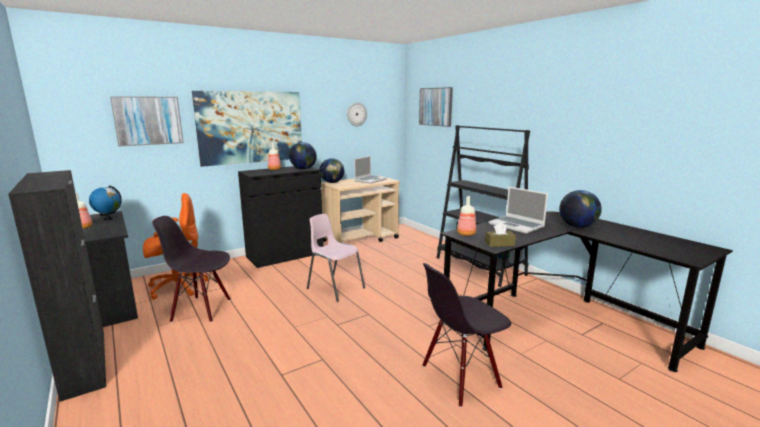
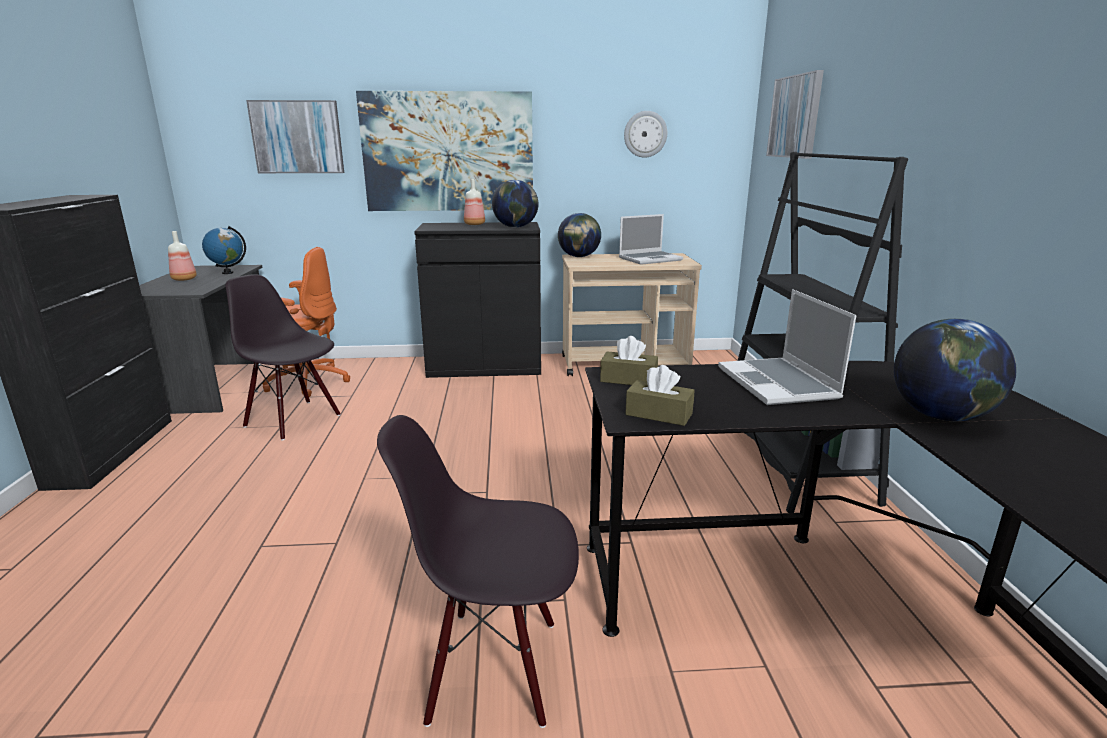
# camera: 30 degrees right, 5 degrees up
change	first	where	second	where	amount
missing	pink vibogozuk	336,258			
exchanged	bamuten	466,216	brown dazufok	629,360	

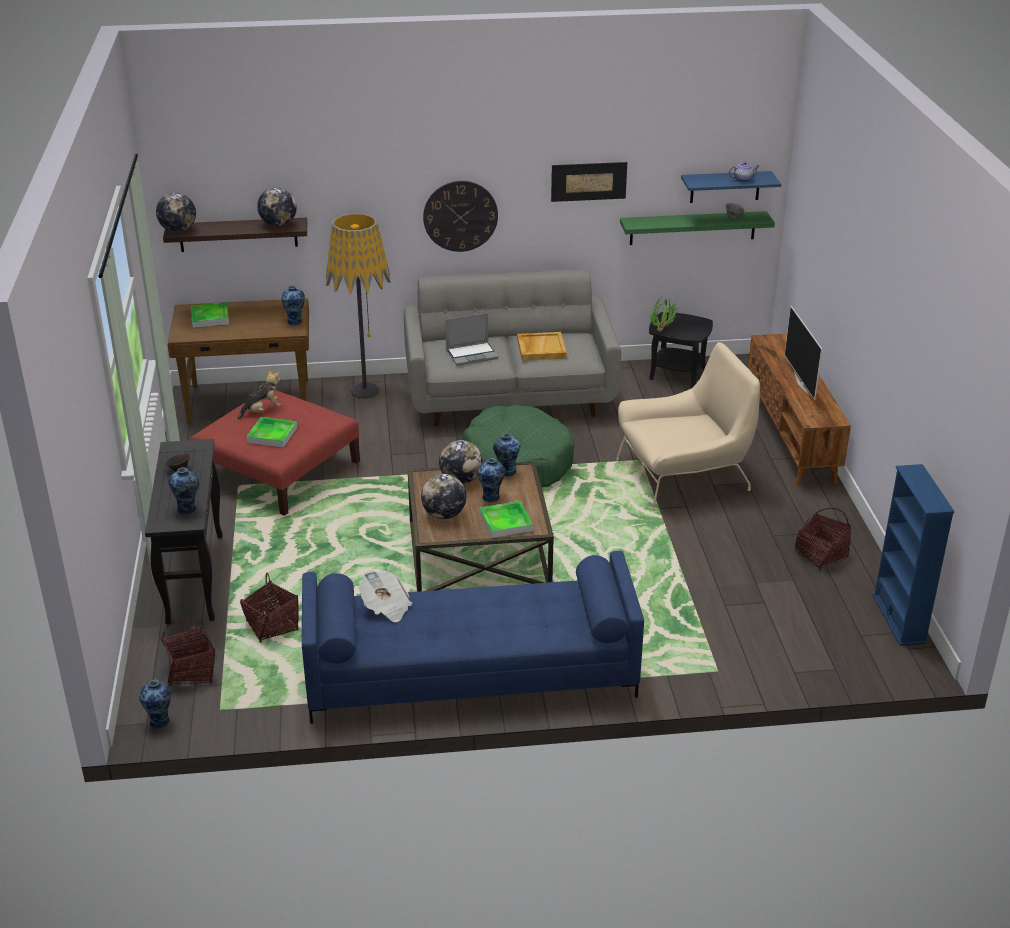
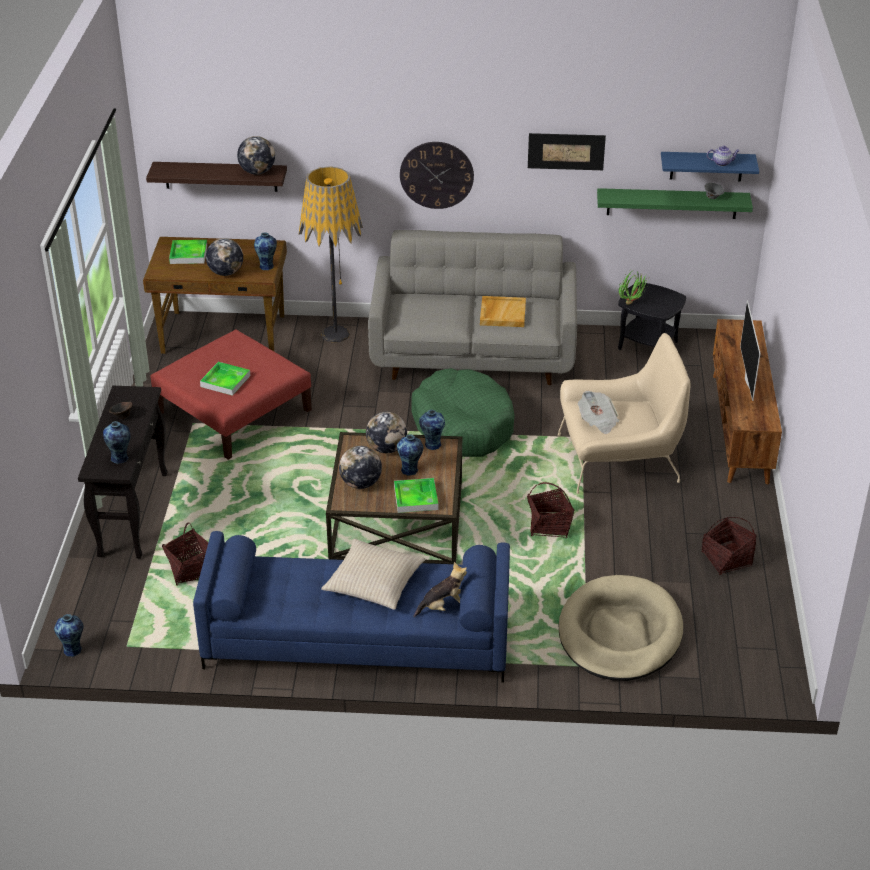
# camera: 10 degrees right, 5 degrees up
change	first	where	second	where	amount
relocated	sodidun	176,212		224,257	
relocated	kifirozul	188,653		550,510	
relocated	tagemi	259,395		440,589	
relocated	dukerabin	385,596		599,412	
missing	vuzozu	472,339			
missing	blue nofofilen	913,555			
appeared			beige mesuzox	373,574	
appeared			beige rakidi	621,628	

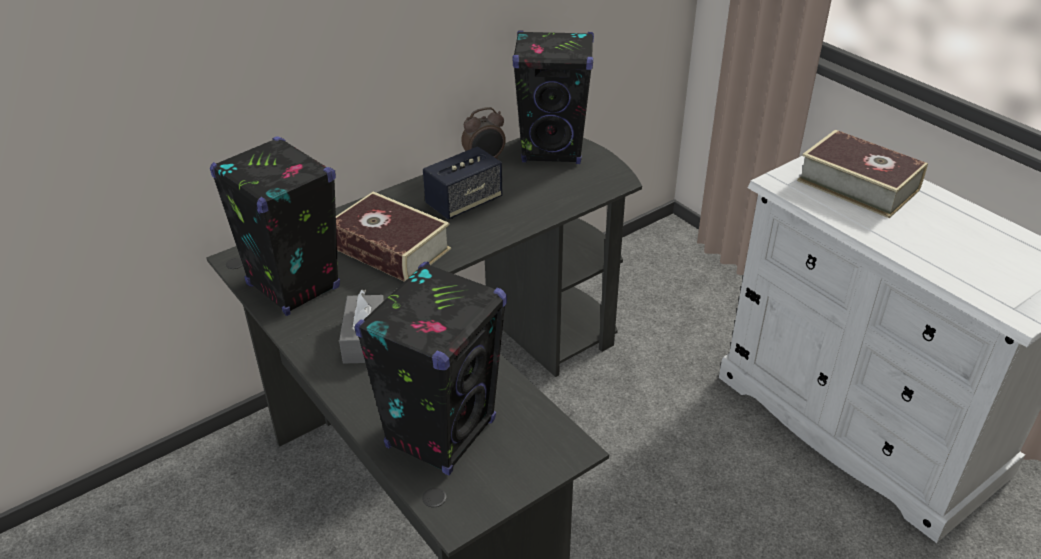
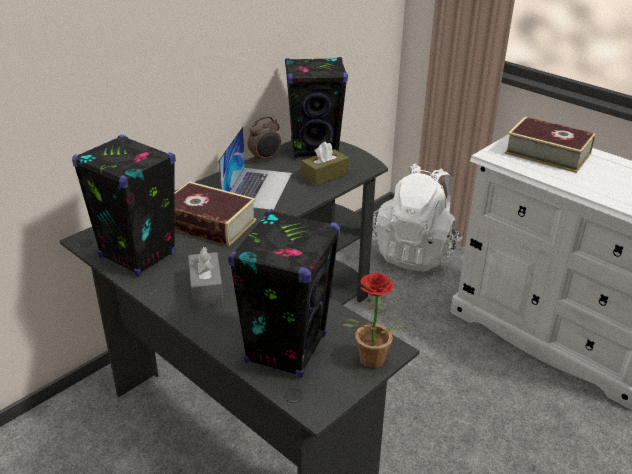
# camera: 10 degrees left, 5 degrees down
change	first	where	second	where	amount
exchanged	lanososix	462,183	vuzozu	255,168	
appeared			brown dazufok	325,163	
appeared			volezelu	378,321	
appeared			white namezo	417,217	

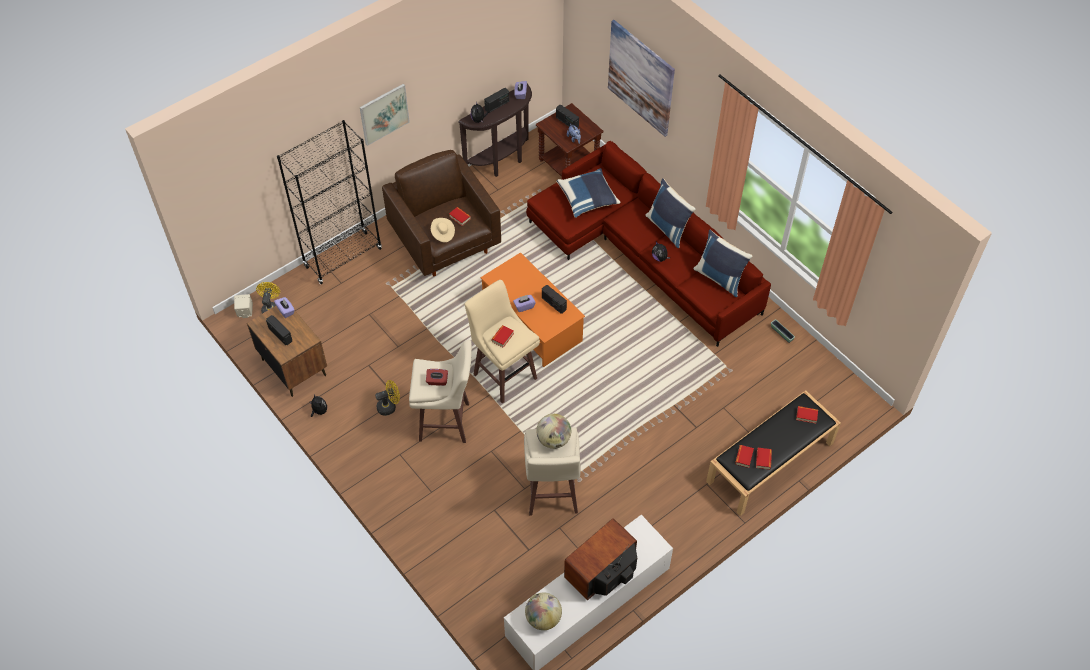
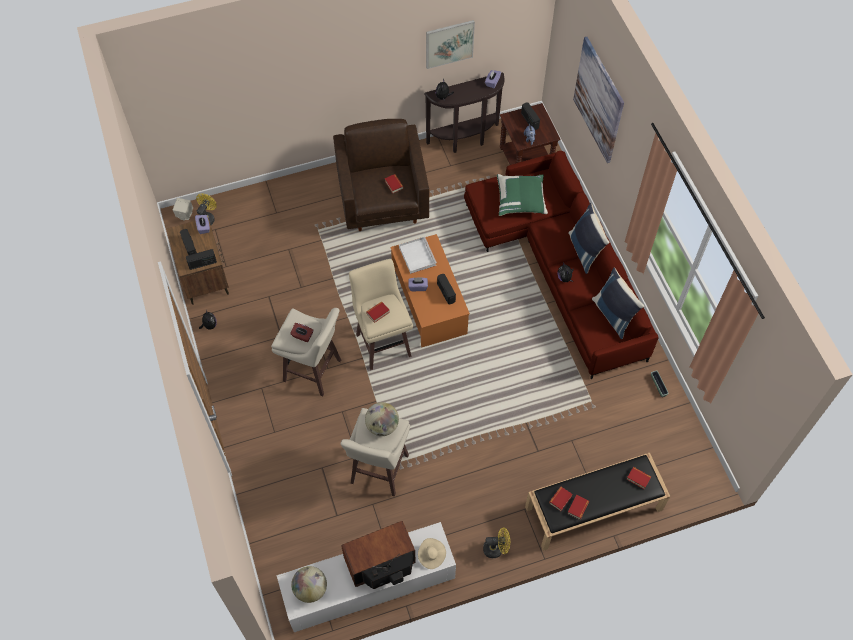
# camera: 20 degrees right, 5 degrees up
change	first	where	second	where	amount
missing	black nofofilen	329,202			
relocated	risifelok	385,115		450,44	
relocated	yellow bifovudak	387,398		496,542	
relocated	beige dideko	443,230		432,553	
relocated	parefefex	496,100		201,259	
colour	blue mesuzox	588,193	green mesuzox	522,195	
appeared			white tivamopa	418,255	

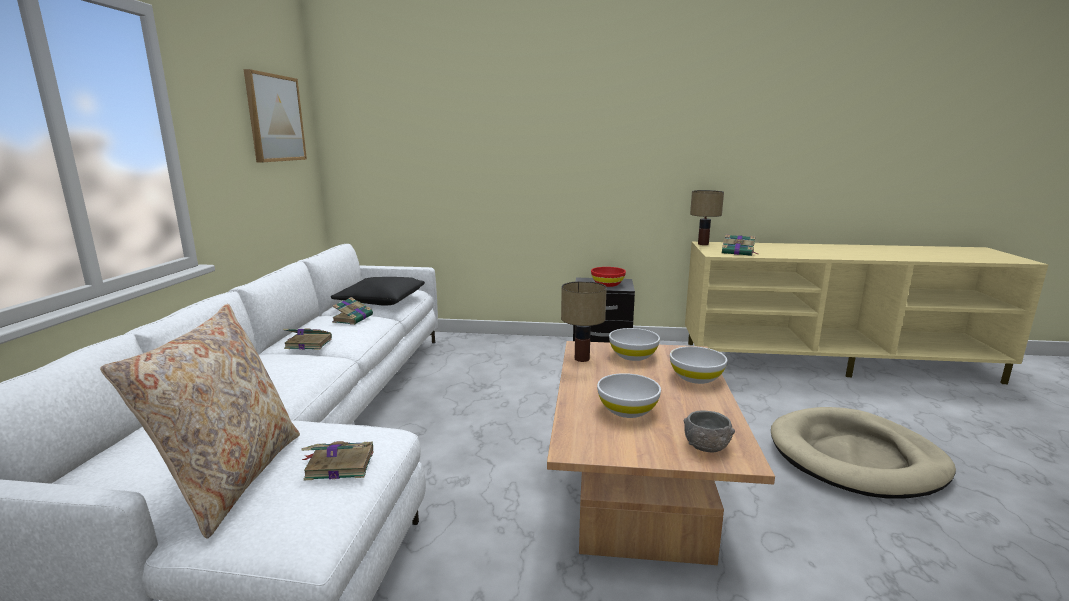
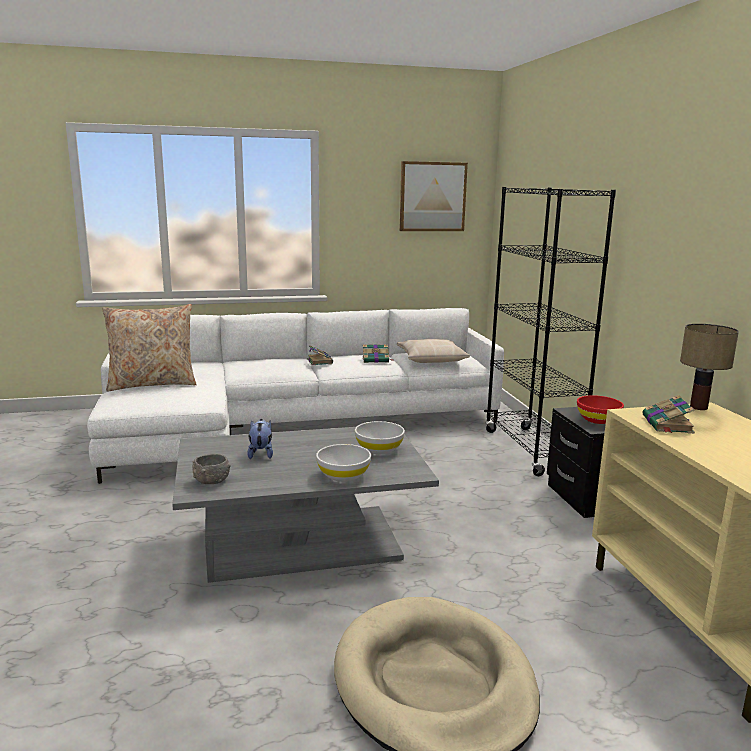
# camera: 70 degrees right, 0 degrees up
change	first	where	second	where	amount
missing	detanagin	337,460			
colour	black mesuzox	378,291	beige mesuzox	433,351	
colour	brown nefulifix	661,453	grey nefulifix	305,505	
missing	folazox	584,321			
exchanged	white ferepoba	629,395	tagemi	260,439	
appeared			black nofofilen	550,331	

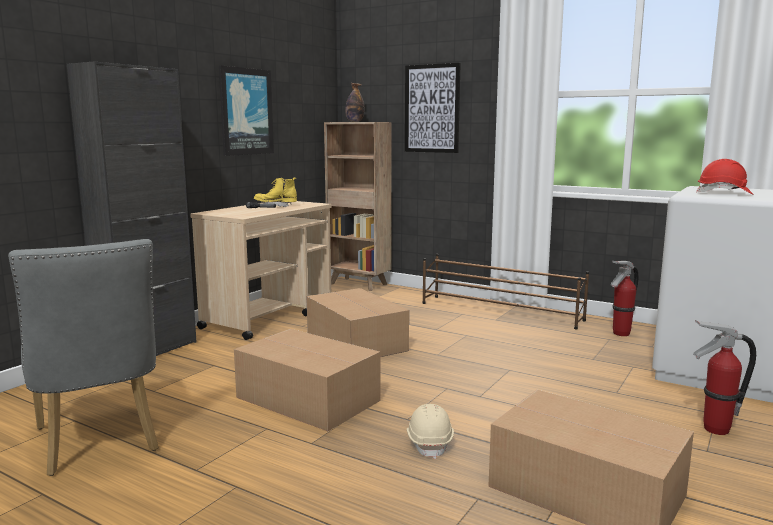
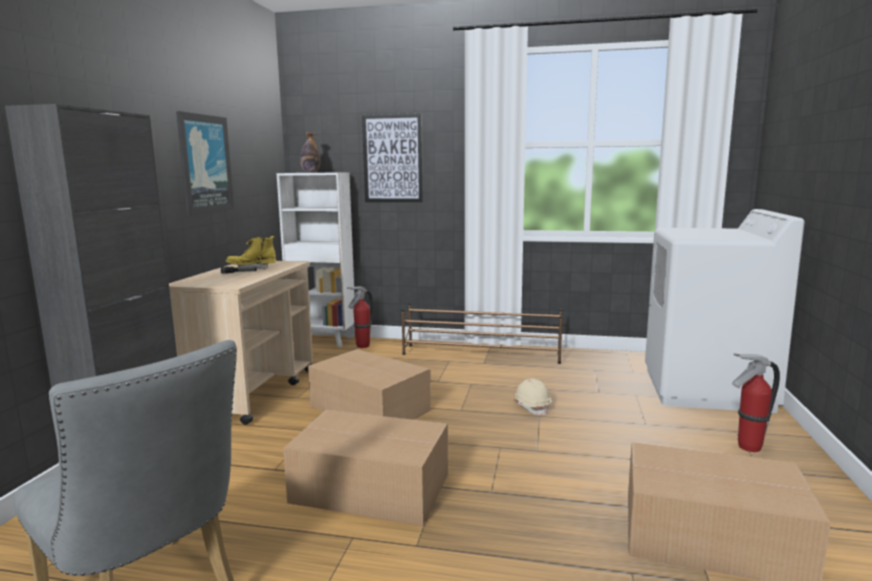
# camera: 20 degrees left, 0 degrees up
change	first	where	second	where	amount
colour	brown nofofilen	358,206	white nofofilen	316,259	
relocated	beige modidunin	430,431		532,397	
relocated	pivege	624,298		360,317	
missing	red modidunin	725,177			

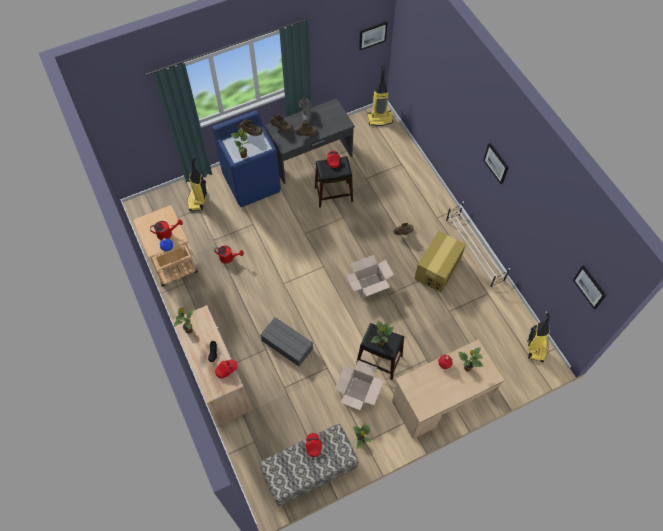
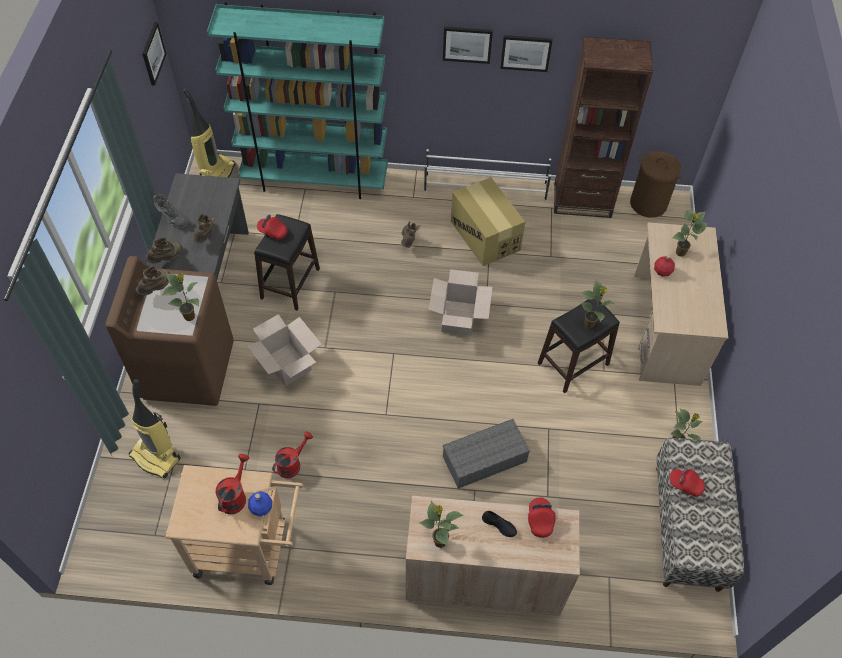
# camera: 60 degrees left, 5 degrees down
change	first	where	second	where	amount
colour	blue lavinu	246,158	brown lavinu	169,331	
relocated	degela	359,385		284,350	
exchanged	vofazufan	538,336	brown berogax	656,184	
relocated	risifelok	589,287		526,53	
appeared			turquoise nofofilen	297,100	
appeared			brown nofofilen	603,127	

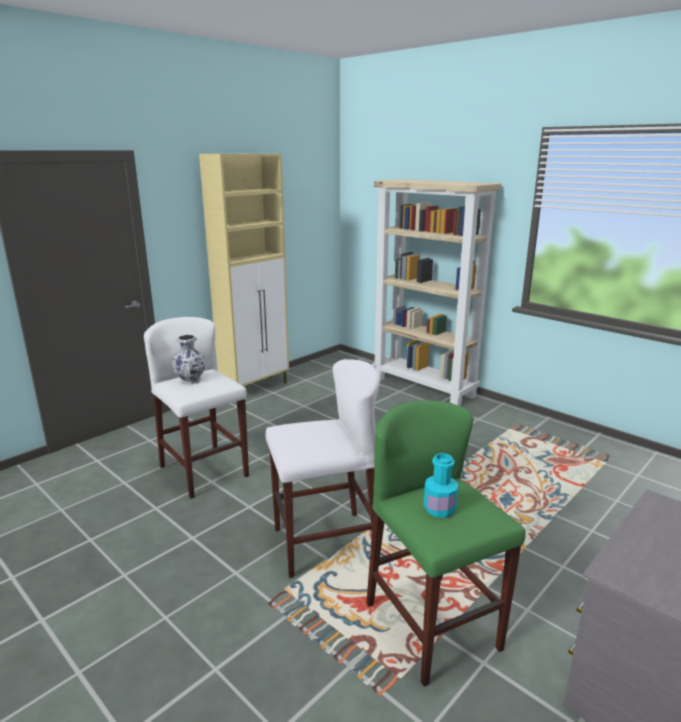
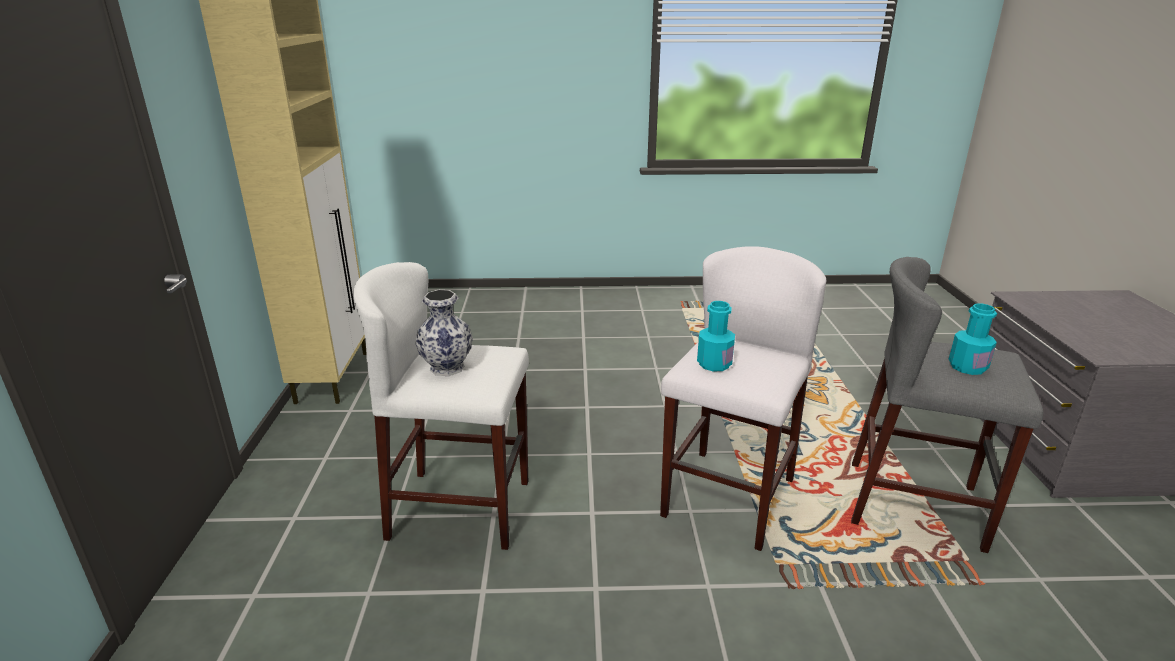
# camera: 45 degrees left, 5 degrees up
change	first	where	second	where	amount
colour	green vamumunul	446,543	grey vamumunul	947,405	
missing	beige nofofilen	437,292			
appeared			turquoise bamuten	716,336	

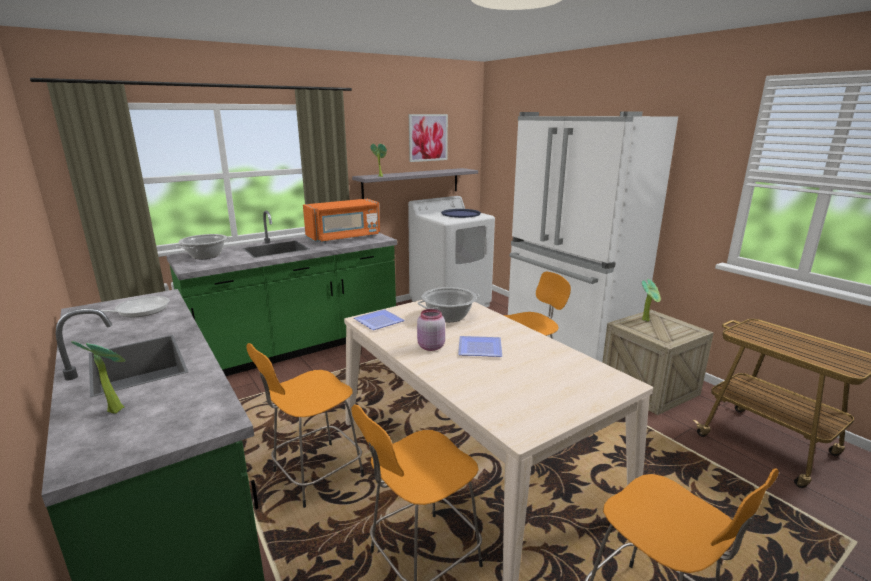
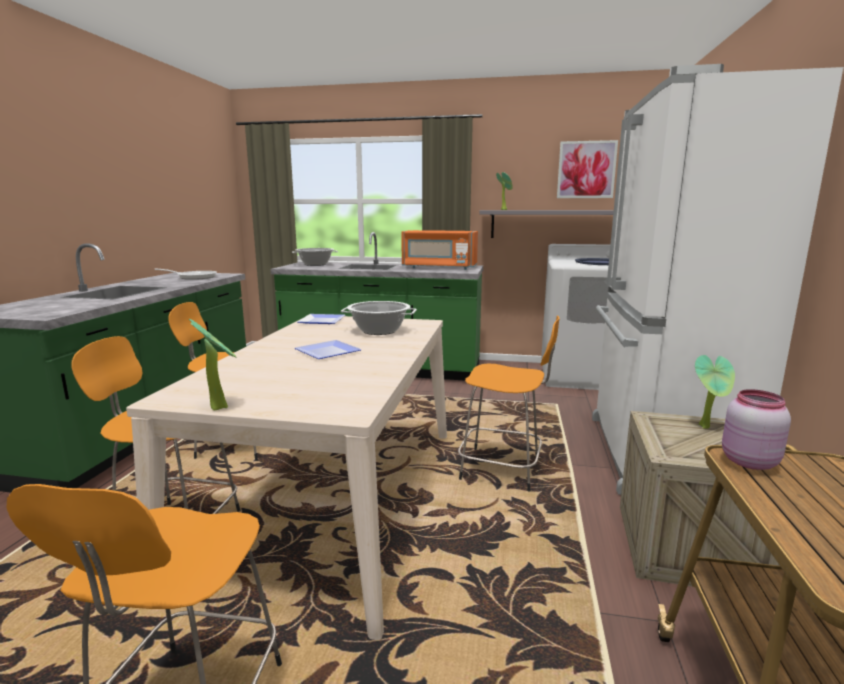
# camera: 45 degrees right, 5 degrees down
change	first	where	second	where	amount
relocated	volezelu	98,377		212,364	
relocated	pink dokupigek	431,330		756,429	

